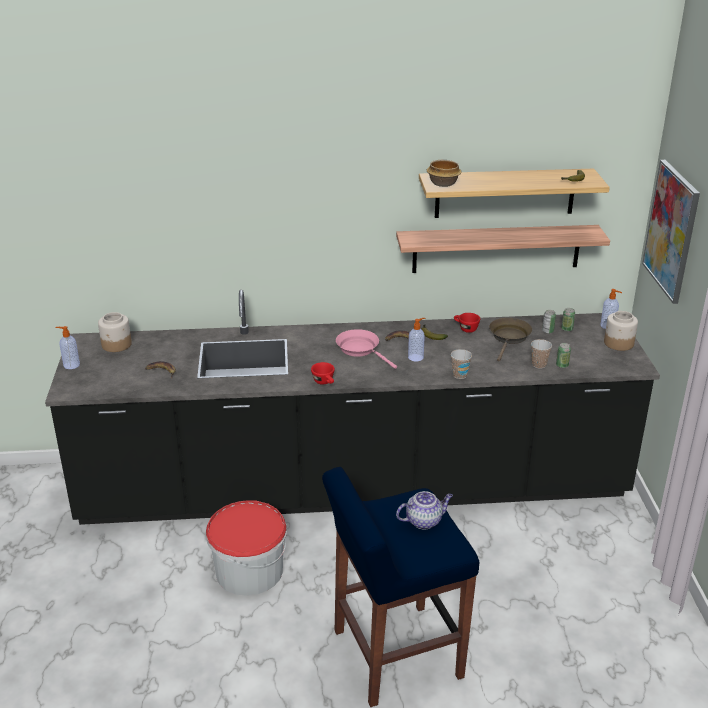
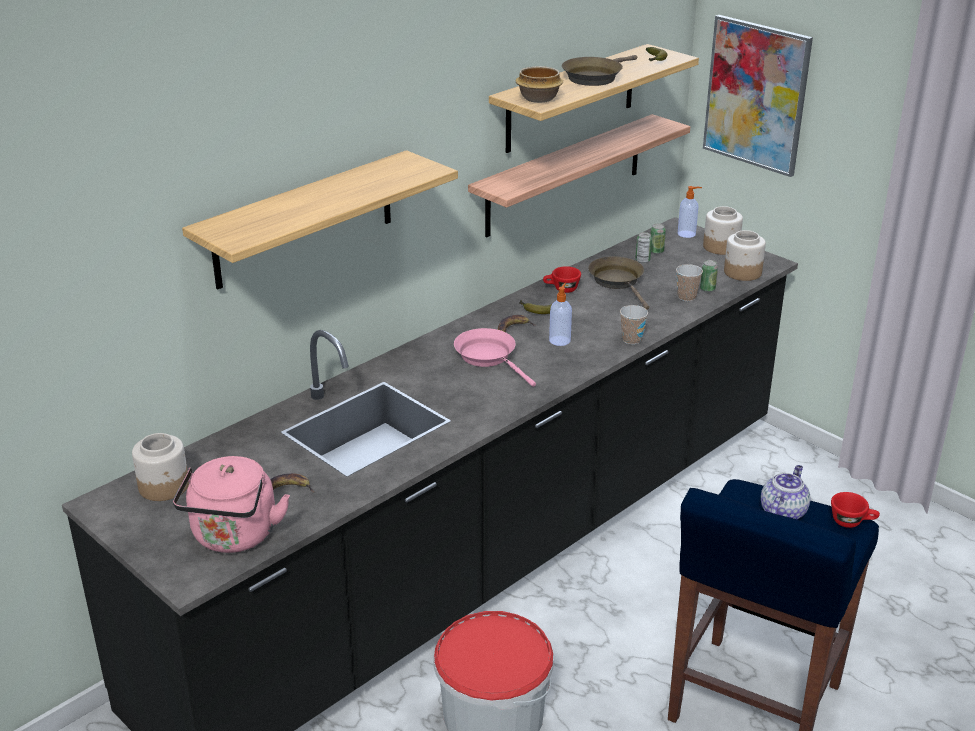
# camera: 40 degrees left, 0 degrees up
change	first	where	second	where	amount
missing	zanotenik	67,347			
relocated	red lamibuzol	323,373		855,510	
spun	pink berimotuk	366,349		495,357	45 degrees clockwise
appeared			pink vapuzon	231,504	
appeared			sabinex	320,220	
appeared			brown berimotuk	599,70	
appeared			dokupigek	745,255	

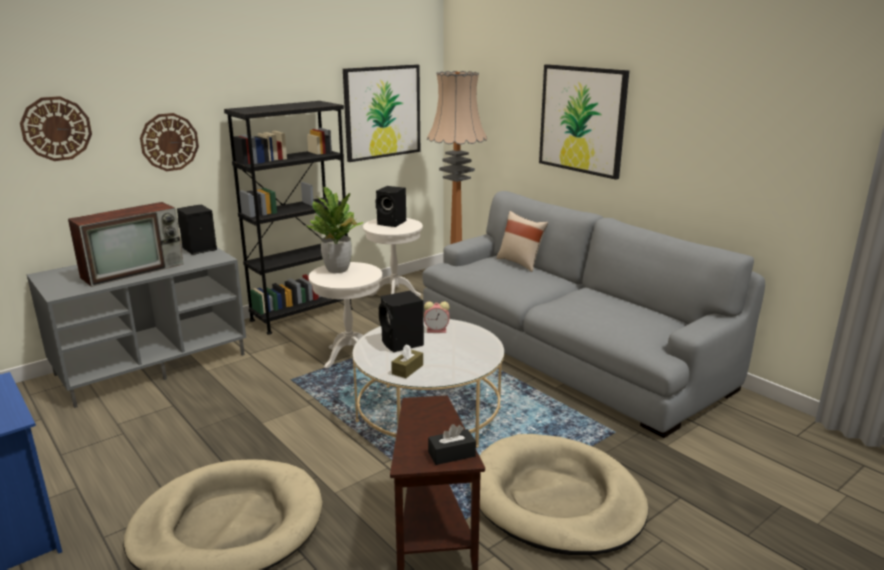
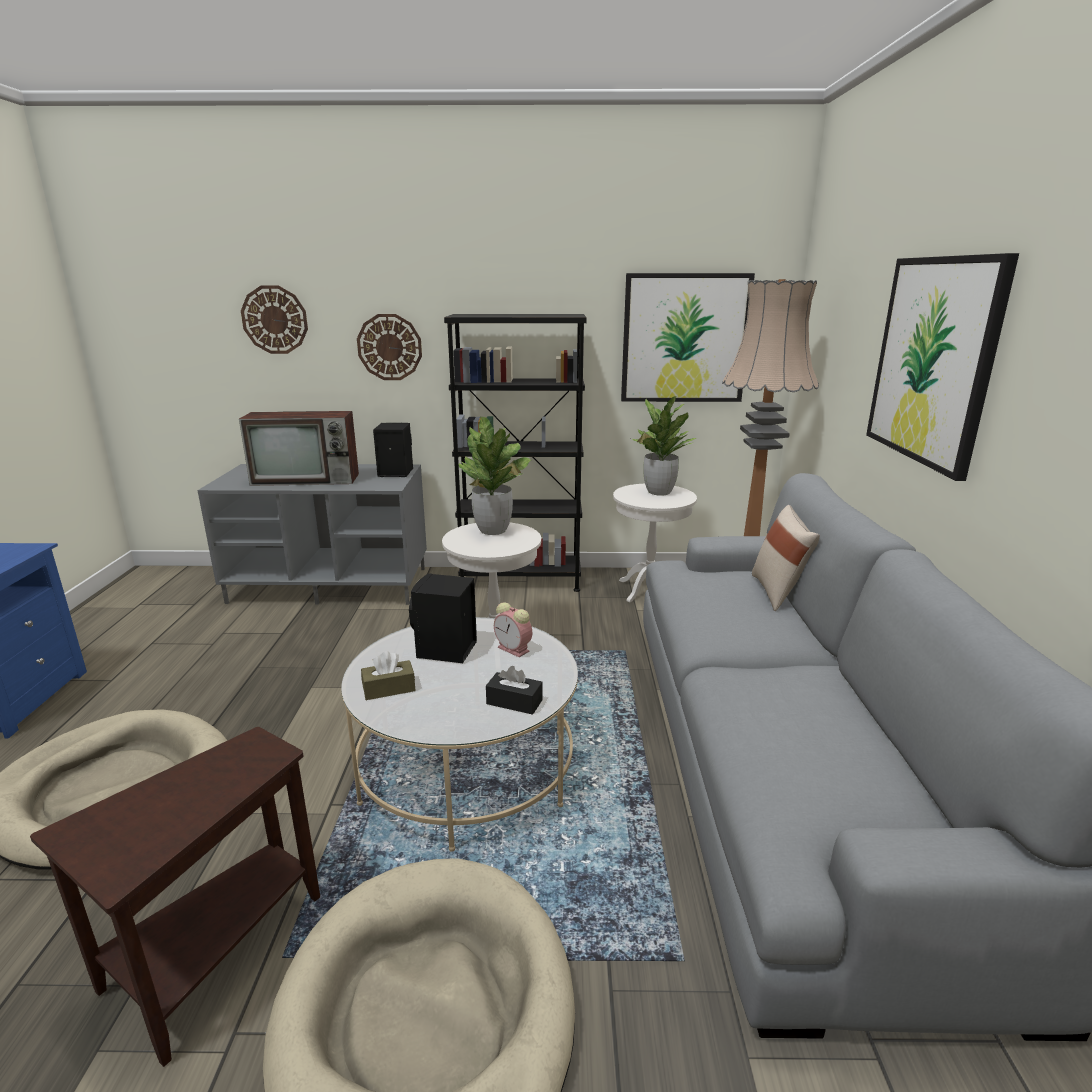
# camera: 40 degrees right, 0 degrees up
change	first	where	second	where	amount
exchanged	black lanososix	391,206	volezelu	663,446	
relocated	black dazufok	452,444		514,690	

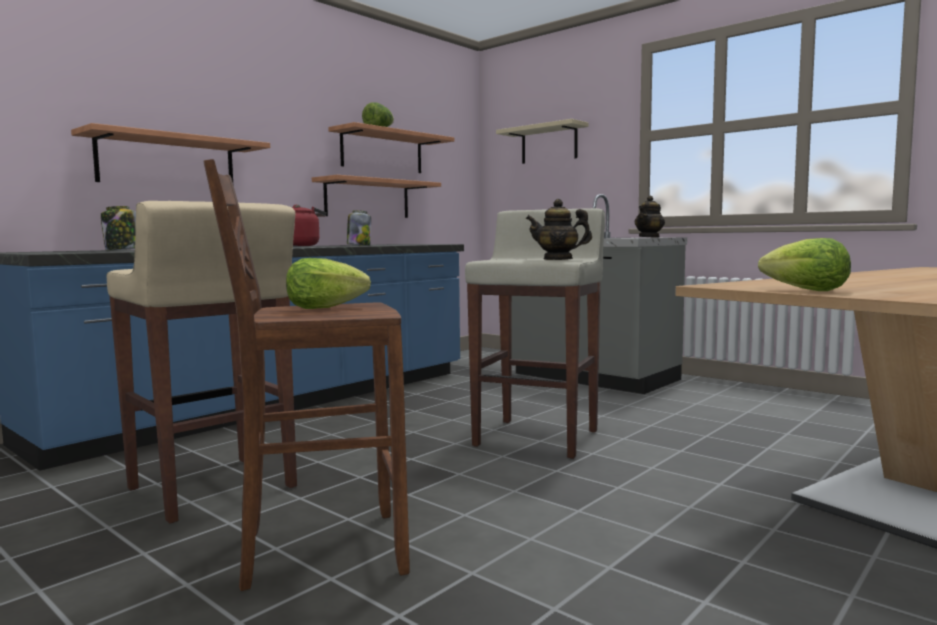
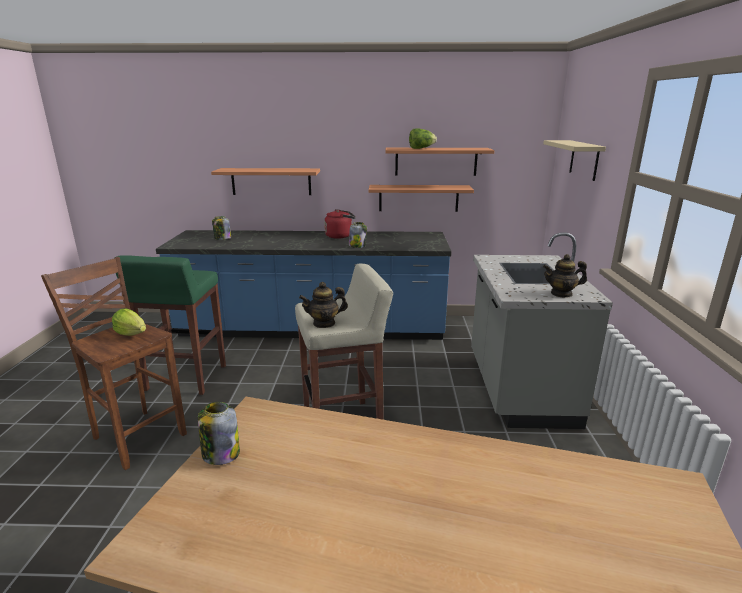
# camera: 50 degrees right, 15 degrees up
change	first	where	second	where	amount
colour	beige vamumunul	202,362	green vamumunul	171,325	
spun	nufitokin	559,229		323,305	75 degrees counterclockwise
exchanged	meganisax	804,264	dokupigek	219,433	

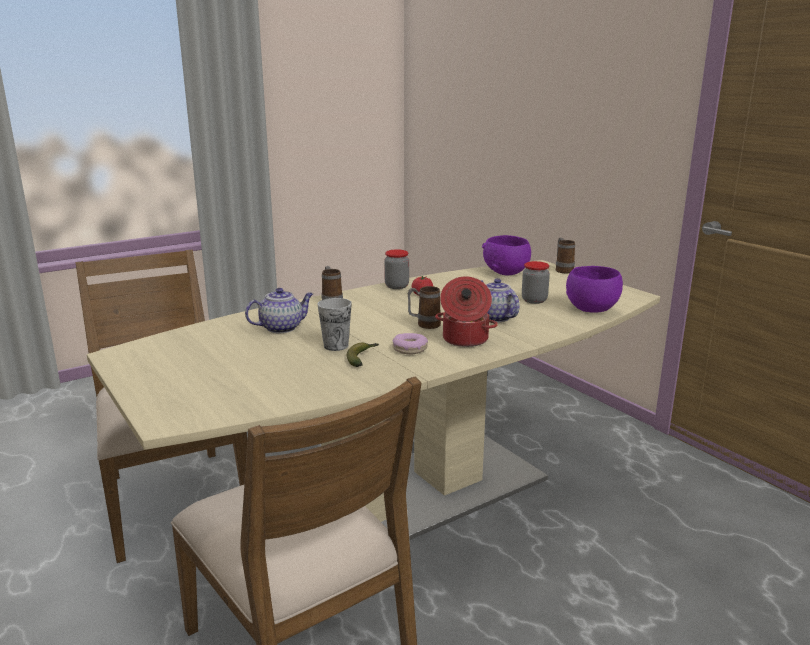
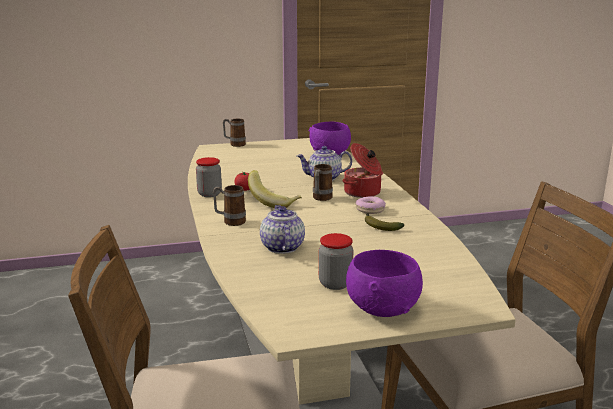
# camera: 70 degrees left, 0 degrees up
change	first	where	second	where	amount
missing	lamibuzol	334,324			
relocated	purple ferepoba	506,255		384,283	
relocated	dokupigek	536,282		336,261	
appeared			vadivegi	275,189	

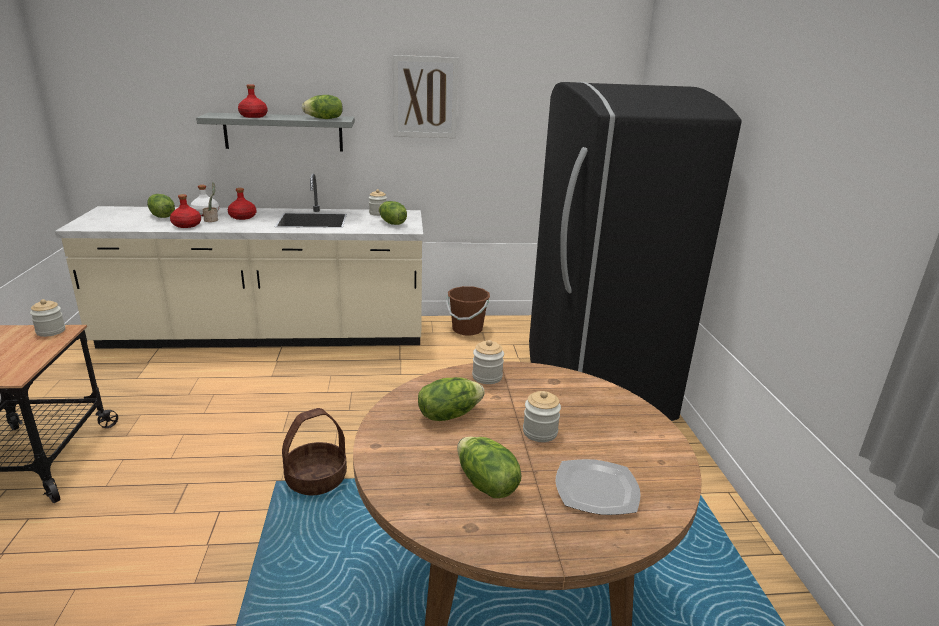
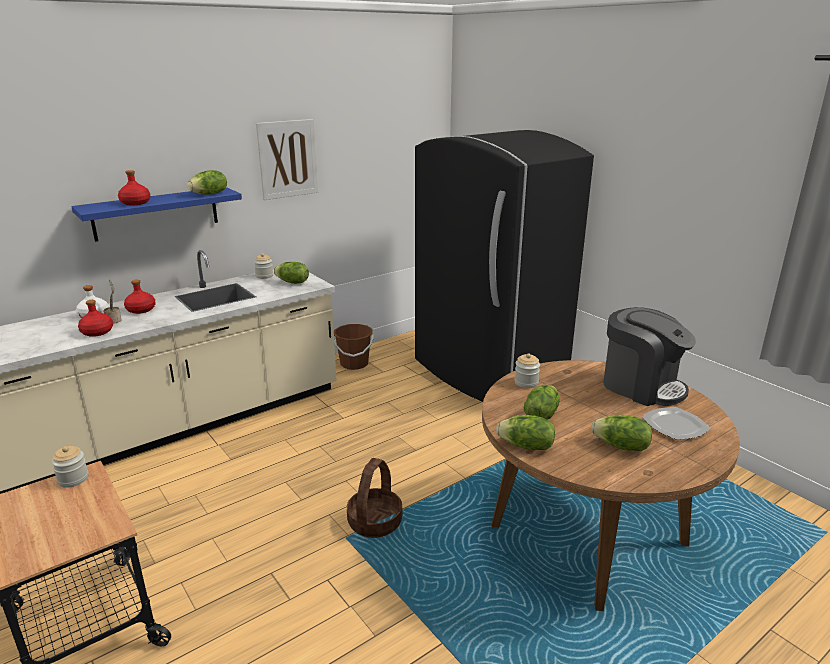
# camera: 30 degrees left, 0 degrees up
change	first	where	second	where	amount
relocated	meganisax	161,206		525,432	
colour	grey sabinex	275,132	blue sabinex	156,214	
missing	dokupigek	542,416			
appeared			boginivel	649,356	

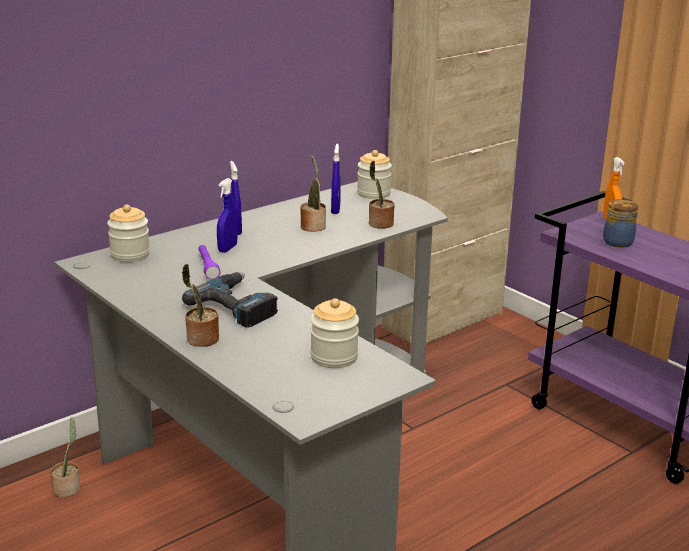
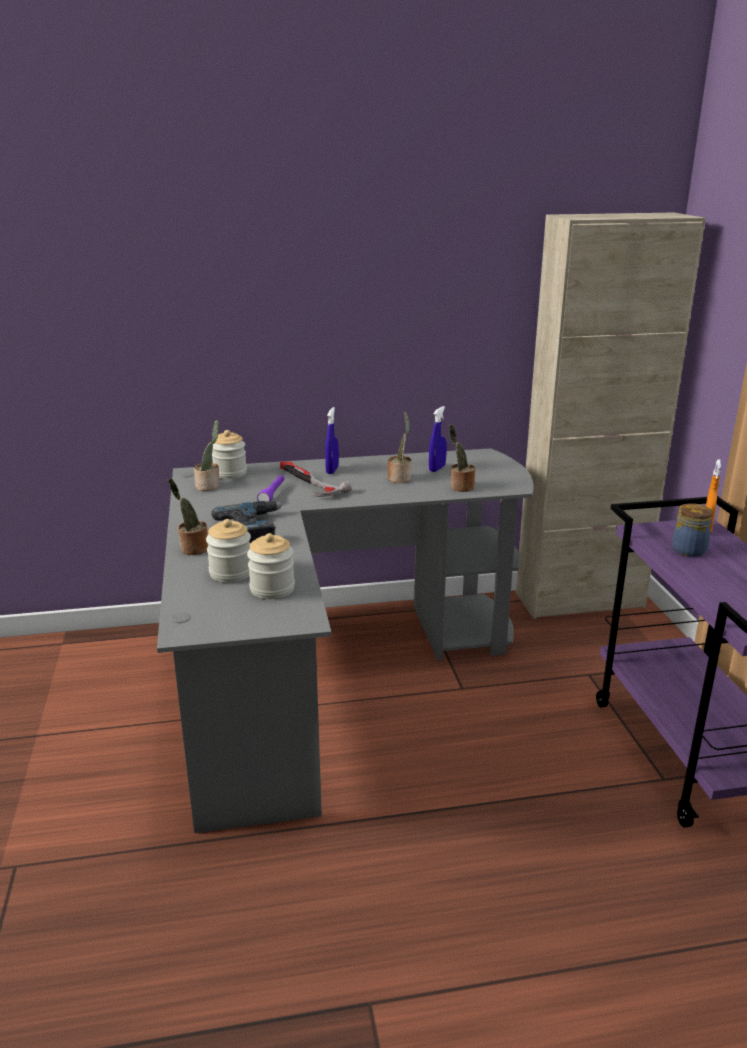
# camera: 30 degrees right, 0 degrees up
change	first	where	second	where	amount
relocated	volezelu	65,457		207,455	
exchanged	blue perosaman	227,215	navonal	315,479	
relocated	dokupigek	374,174		228,551	

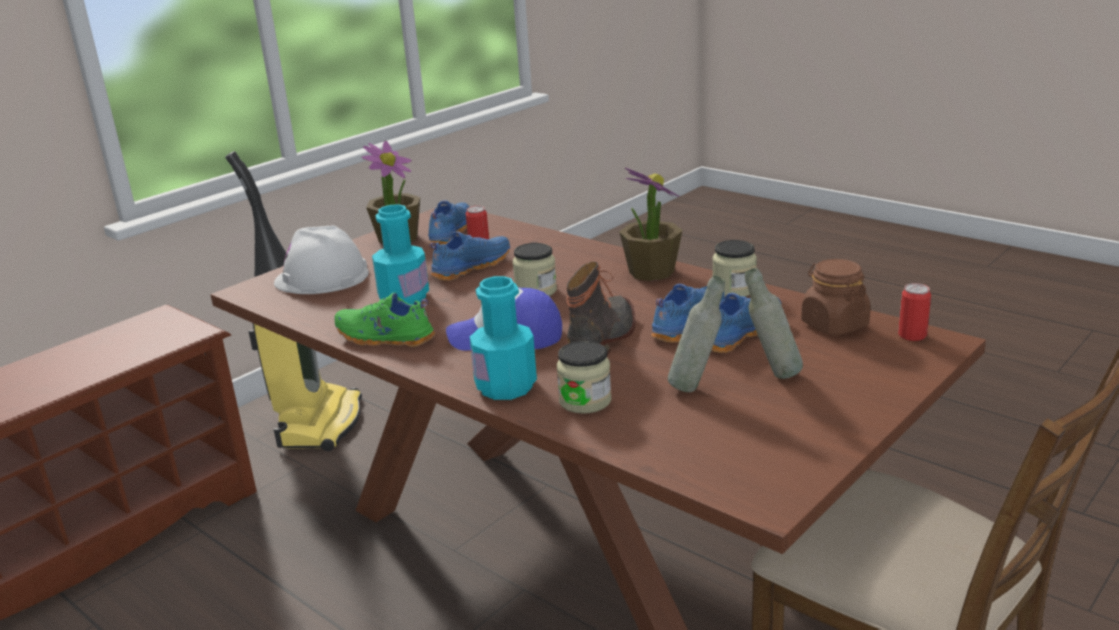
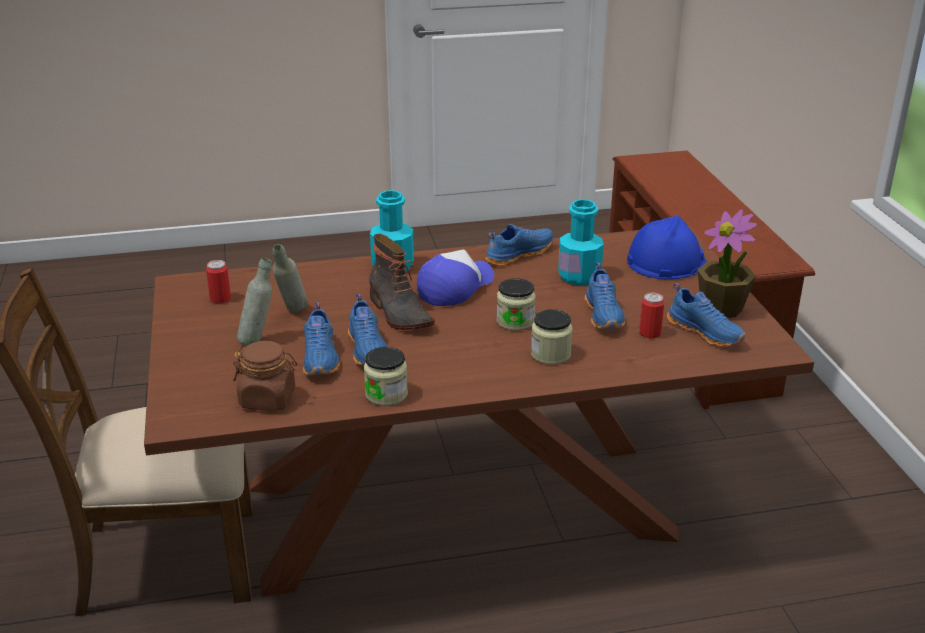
# camera: 125 degrees right, 5 degrees up
change	first	where	second	where	amount
missing	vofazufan	293,301			
colour	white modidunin	321,259	blue modidunin	666,247	
colour	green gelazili	385,319	blue gelazili	519,245	
relocated	dokupigek	584,377		552,337	
missing	volezelu	650,224			
relocated	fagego	914,312		218,281	

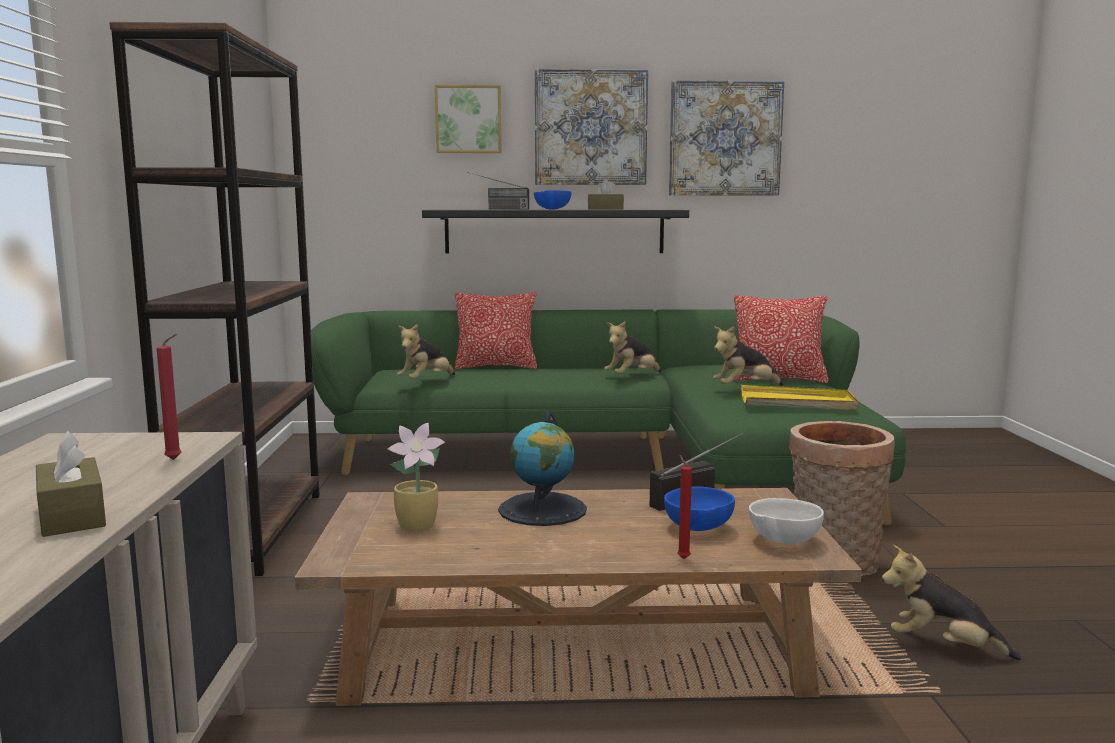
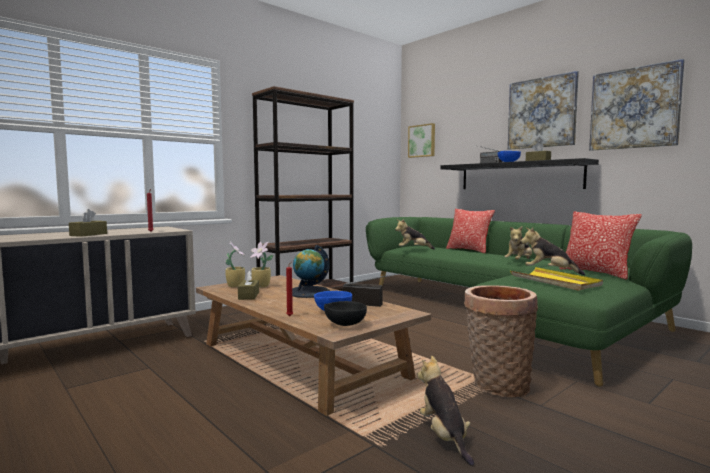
# camera: 50 degrees right, 5 degrees down
change	first	where	second	where	amount
relocated	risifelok	468,119		421,140	
spun	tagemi	632,347		518,243	60 degrees counterclockwise
colour	white ferepoba	786,521	black ferepoba	345,313	
appeared			volezelu	235,264	
appeared			brown dazufok	248,285	

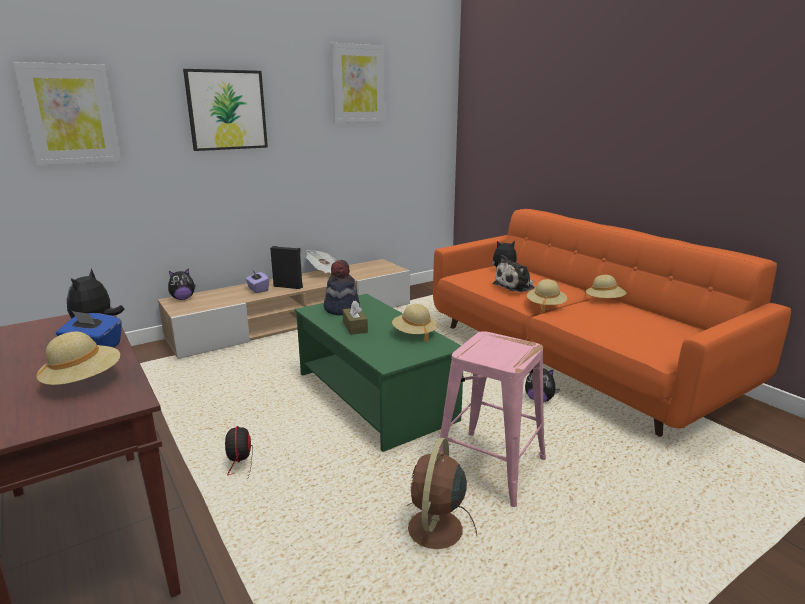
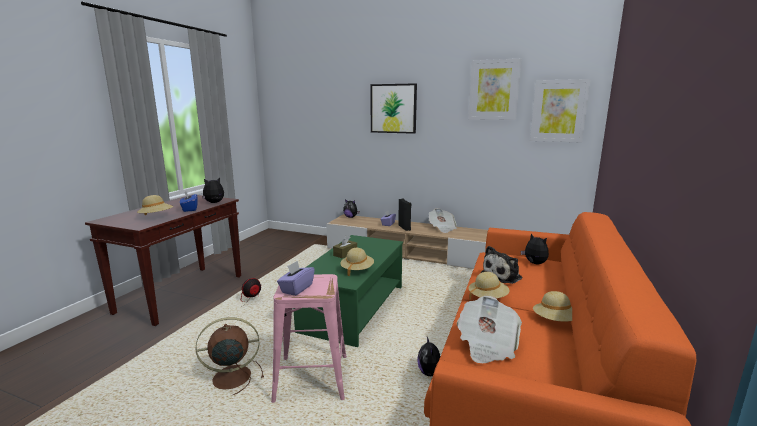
# camera: 55 degrees right, 5 degrees down
change	first	where	second	where	amount
relocated	risifelok	67,114		560,111	
missing	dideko	342,287			
spun	tagemi	514,273		501,265	60 degrees counterclockwise
appeared			purple dazufok	296,278	
appeared			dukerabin	489,329	

